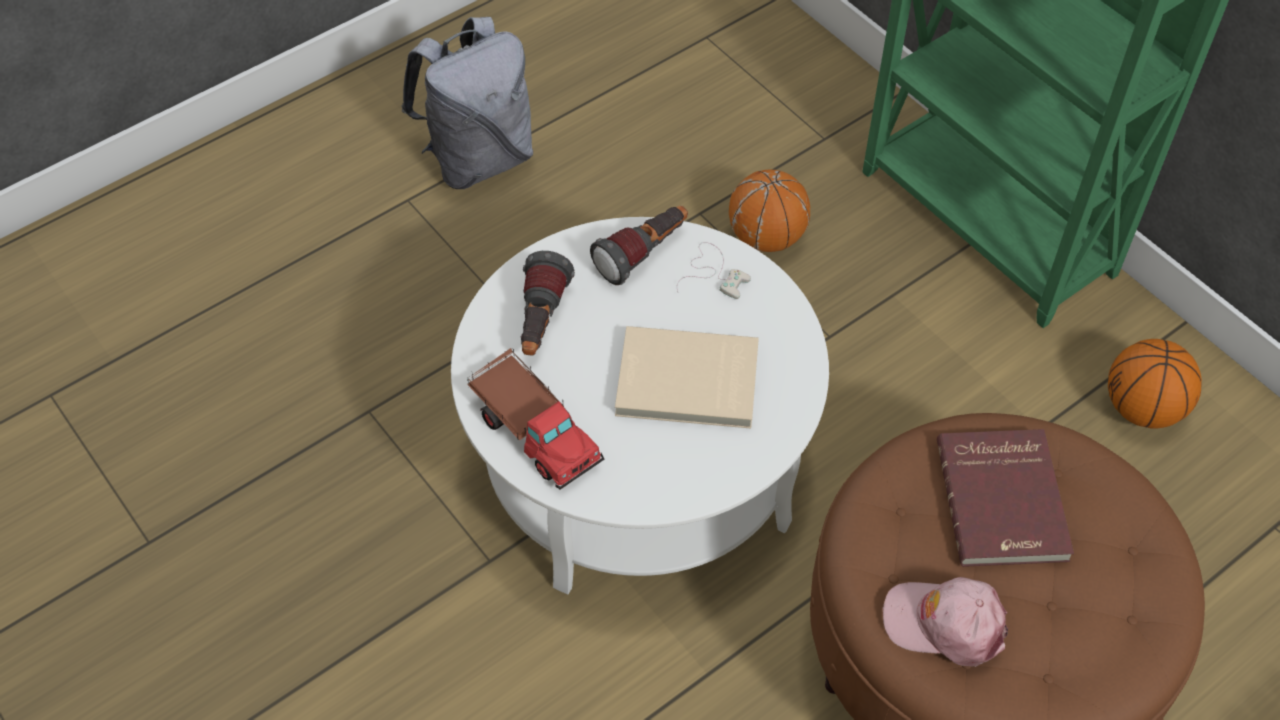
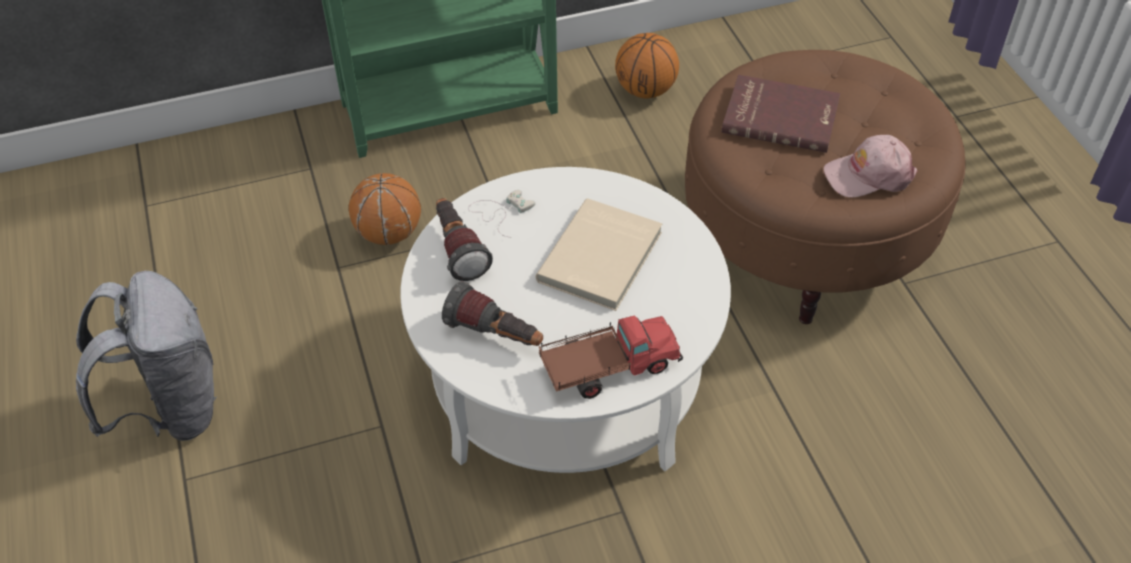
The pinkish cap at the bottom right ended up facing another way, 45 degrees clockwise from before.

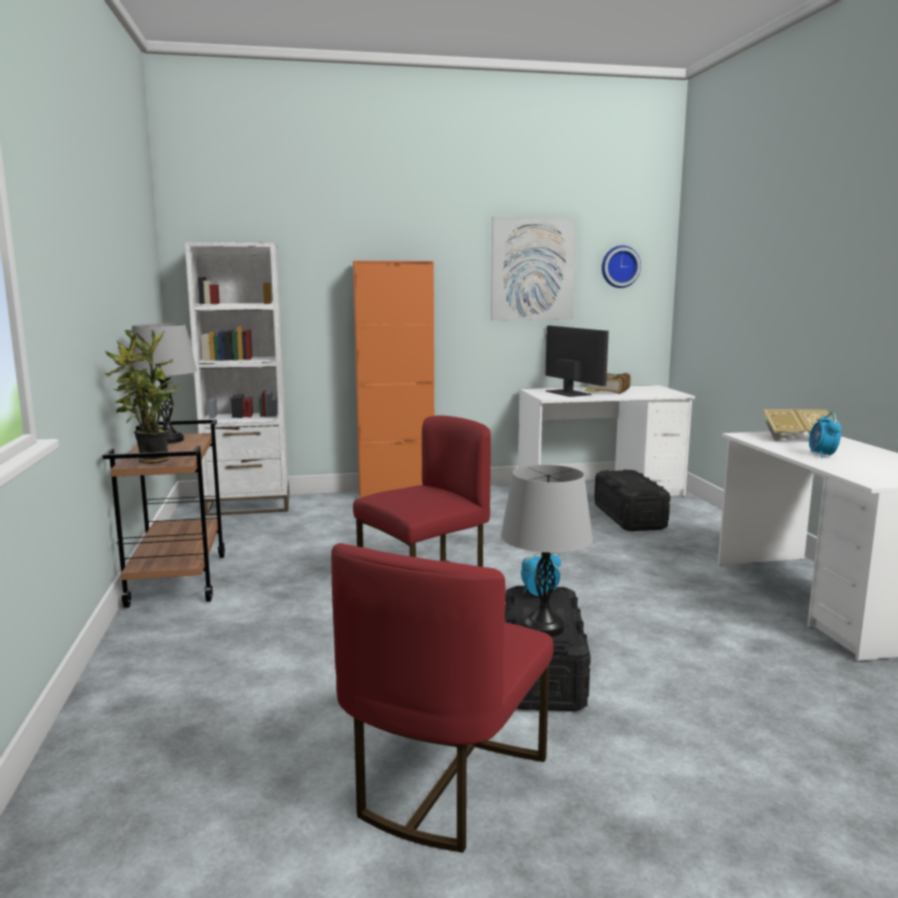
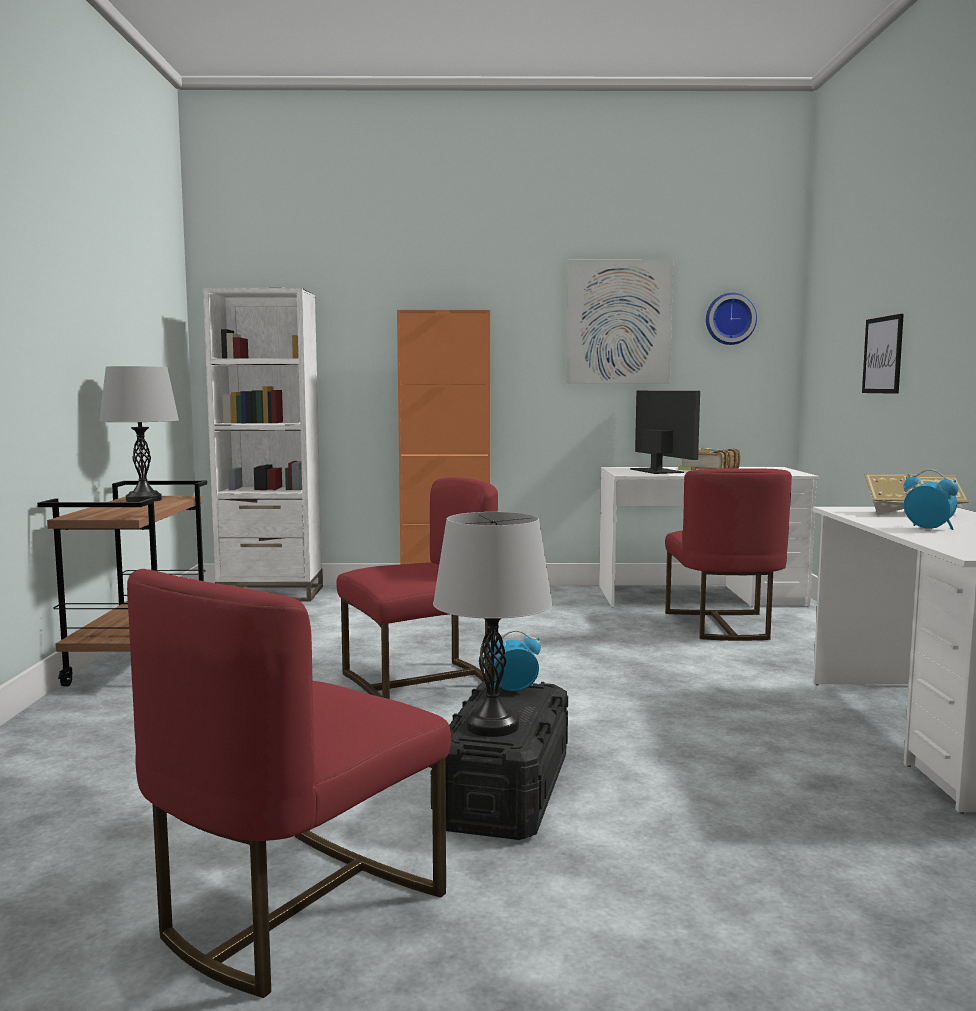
Where the black-coloured storage container (no. 2 from left) stood at the middle right, the red-coloured upright chair (no. 3 from left) came to stand at the middle right. The second view gained the picture (no. 2 from left) at the middle right. The table clock (no. 2 from left) at the middle right ended up facing another way, 120 degrees clockwise from before. The second view lost the plant in a pot at the middle left.

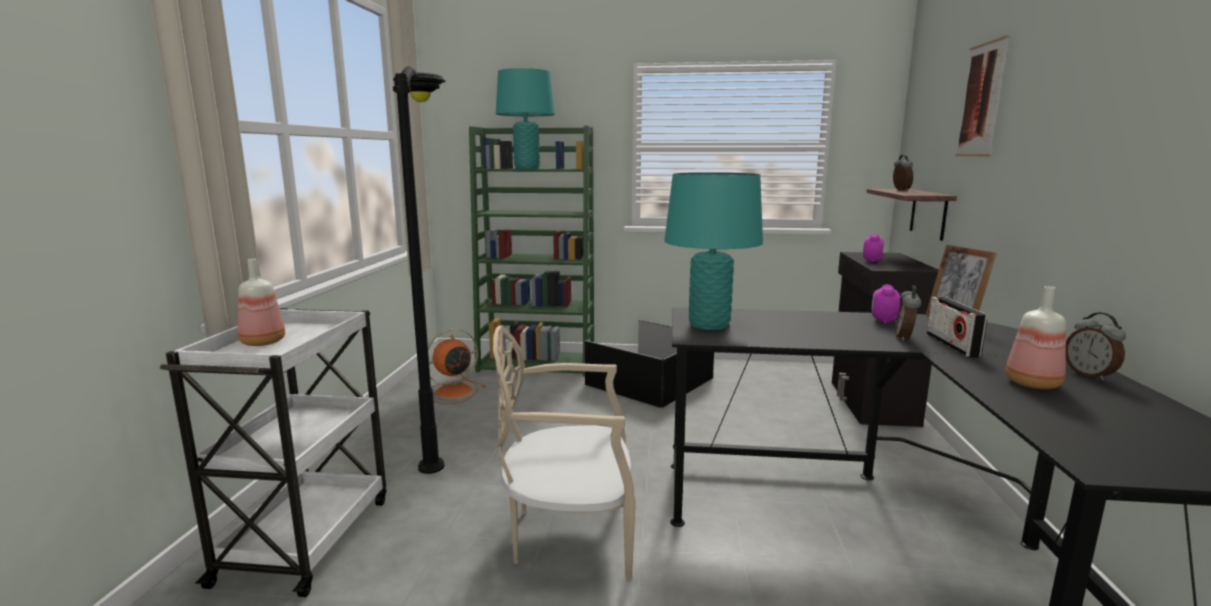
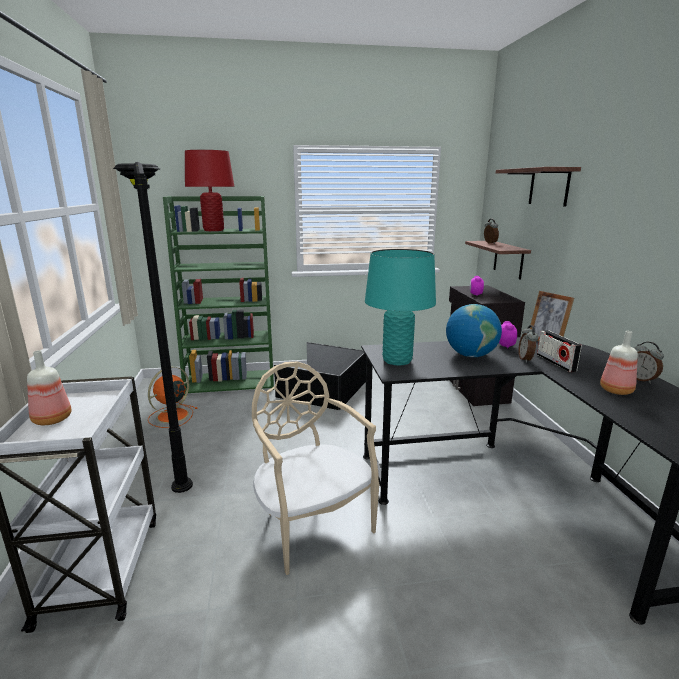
What was the blue-green tabletop lamp (no. 1 from left) at the top centre turned into the red-coloured tabletop lamp at the top left. The beige-coloured upright chair at the bottom centre ended up facing another way, 75 degrees clockwise from before. The second view gained the desk globe at the middle right. Where the picture hung at the top right, the bracket shelf (no. 2 from left) came to hang at the top right.

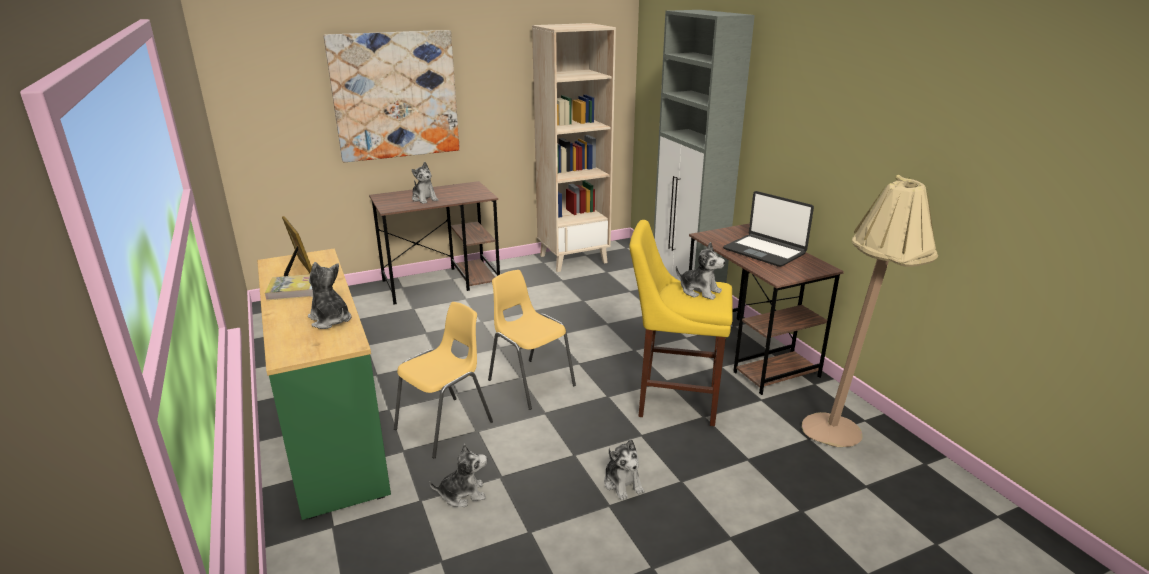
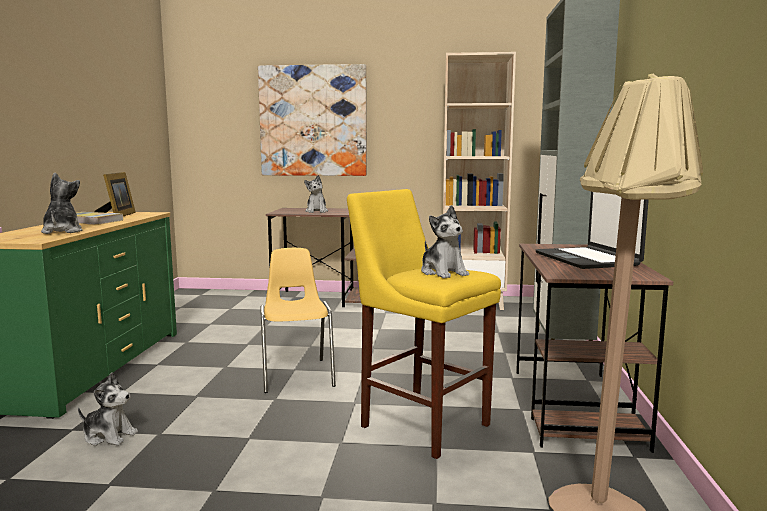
The second view lost the yellow upright chair (no. 1 from left) at the centre. The second view lost the plush toy (no. 4 from left) at the bottom centre.

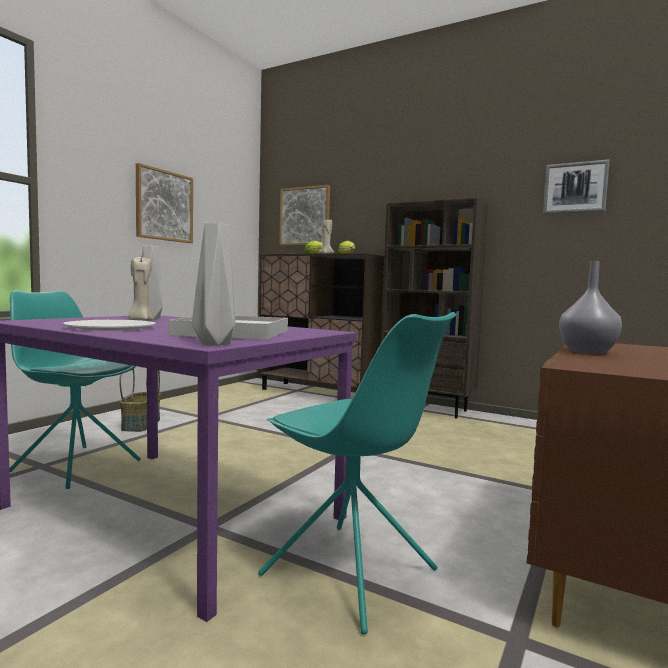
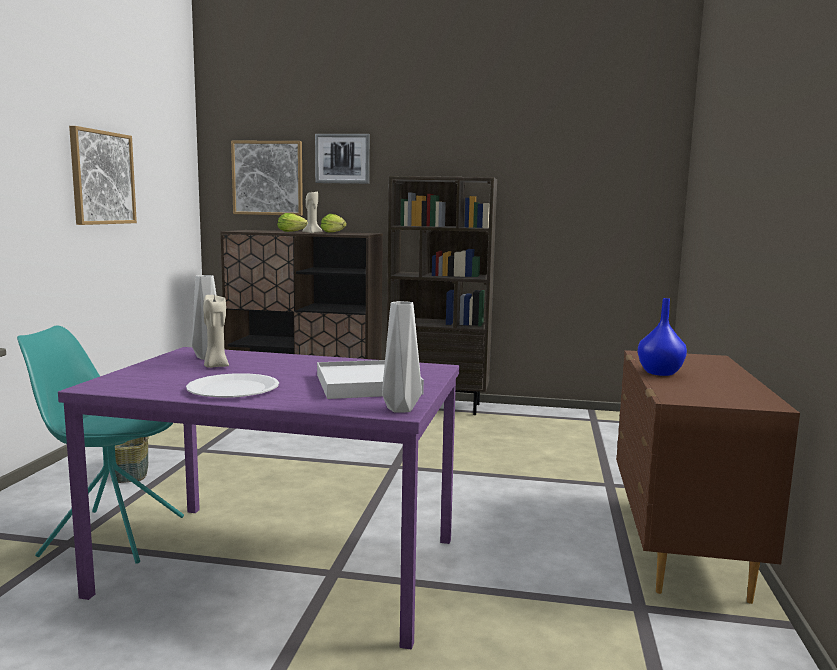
The picture (no. 3 from left) ended up elsewhere, having gone from the top right to the top centre. What was the grey flower vase (no. 3 from left) at the middle right turned into the blue-coloured flower vase at the middle right. The second view lost the blue-green upright chair (no. 2 from left) at the bottom centre.

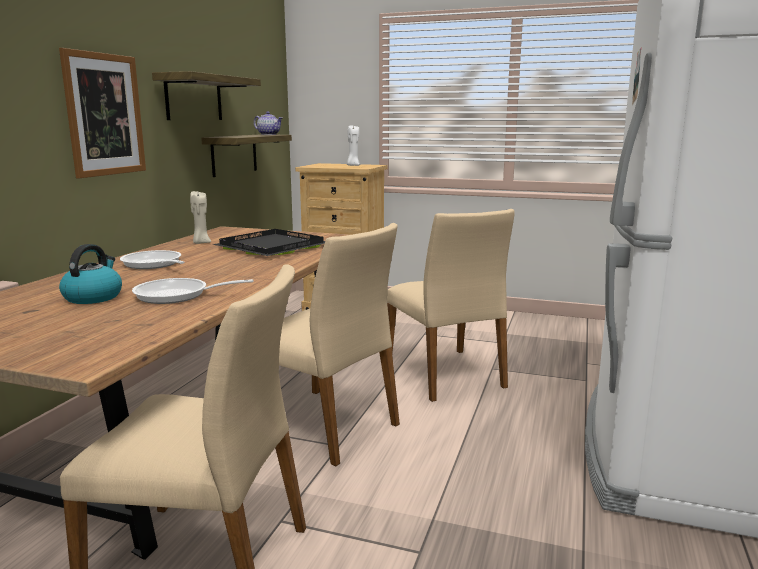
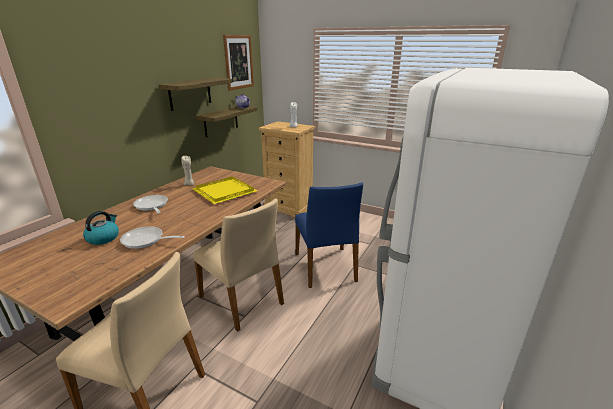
What was the black-coloured carrying tray at the centre turned into the yellow carrying tray at the centre. The picture ended up elsewhere, having gone from the top left to the top centre. What was the beige-coloured upright chair (no. 3 from left) at the centre turned into the blue-coloured upright chair at the centre.

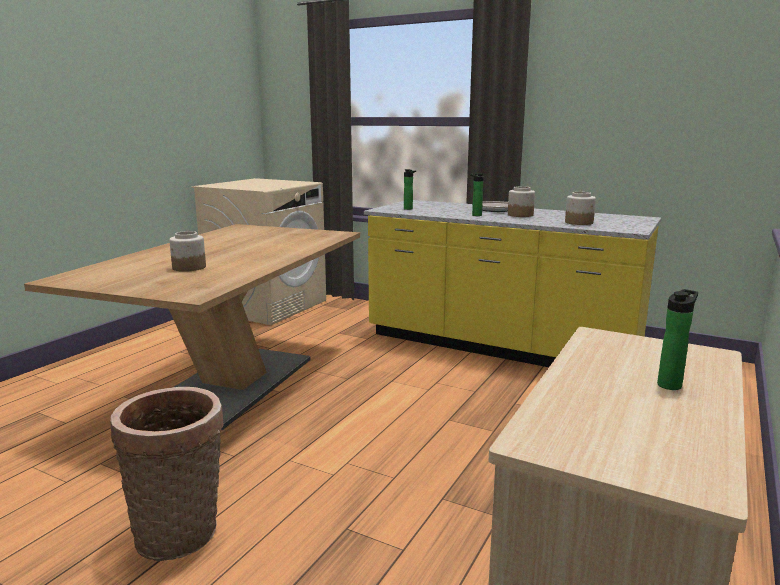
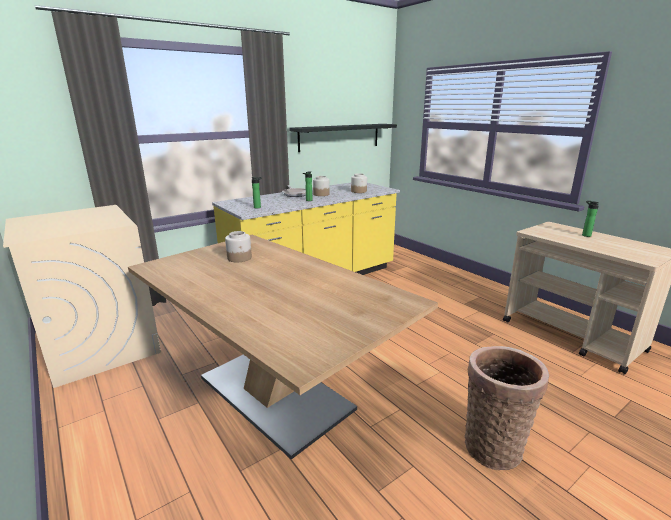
The jar (no. 1 from left) ended up elsewhere, having gone from the middle left to the centre. The second view gained the black-coloured bracket shelf at the top centre.

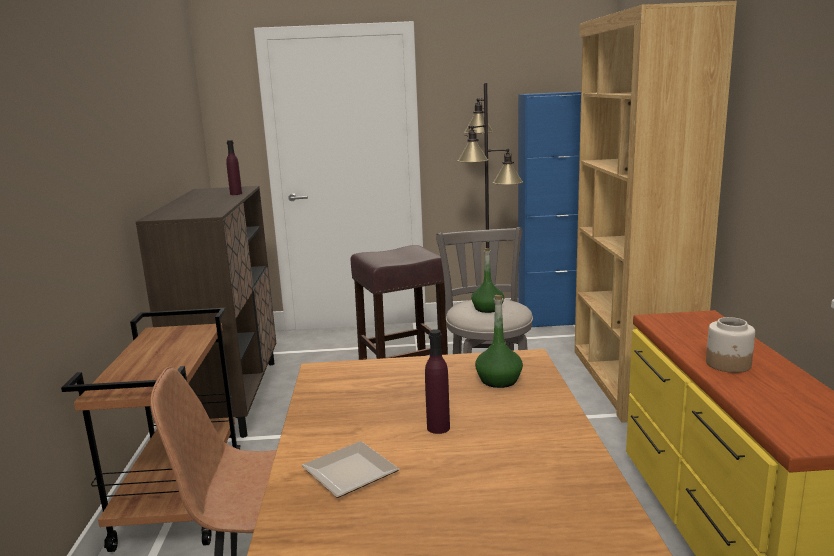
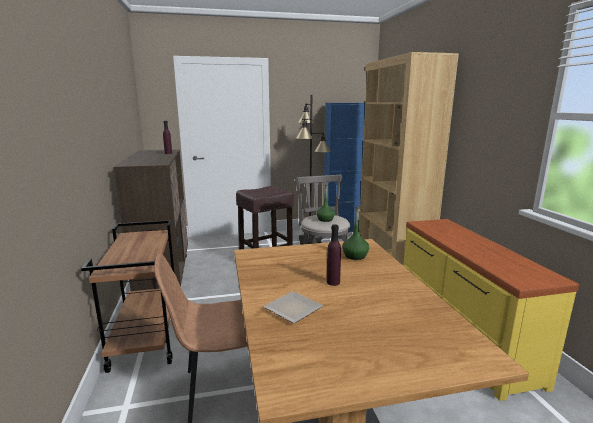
The second view lost the jar at the middle right.

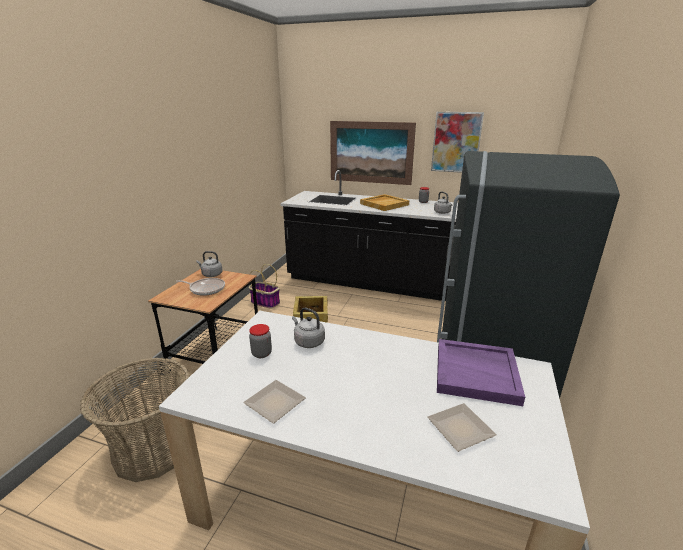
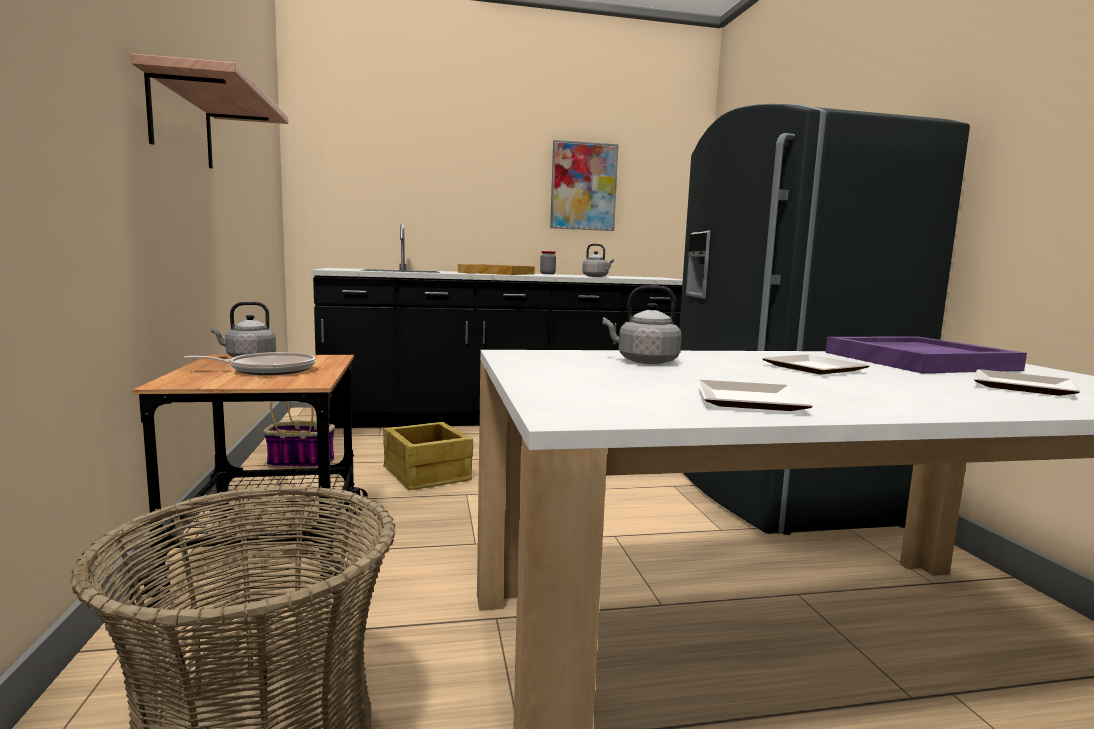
The second view gained the bracket shelf at the top left. The second view gained the dinner plate (no. 2 from left) at the middle right. The second view lost the jar (no. 1 from left) at the centre. The second view lost the picture (no. 1 from left) at the top centre.

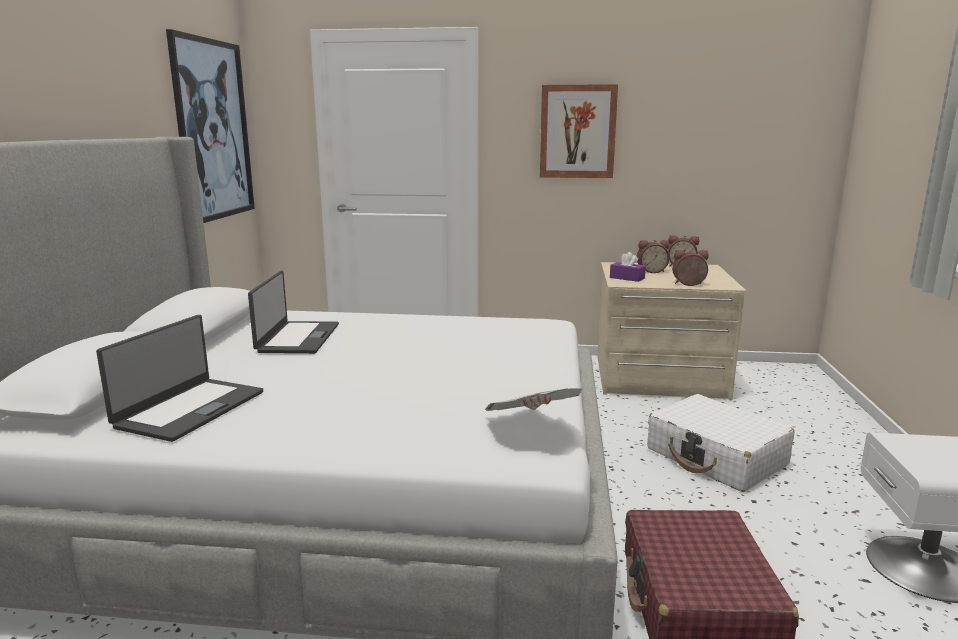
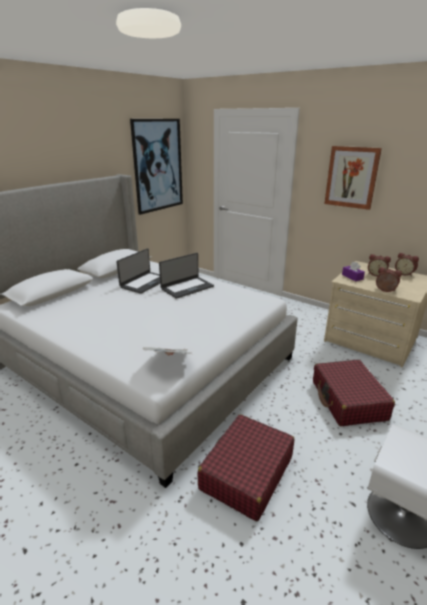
The notebook computer (no. 1 from left in the first image) ended up elsewhere, having gone from the middle left to the centre. What was the white-coloured travel case at the bottom right turned into the red-coloured travel case (no. 2 from left) at the middle right.

